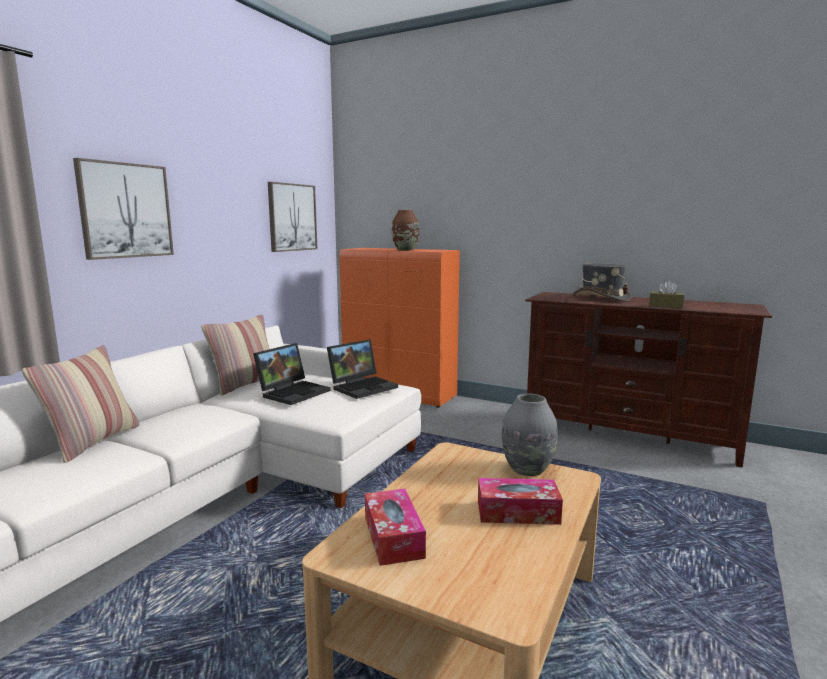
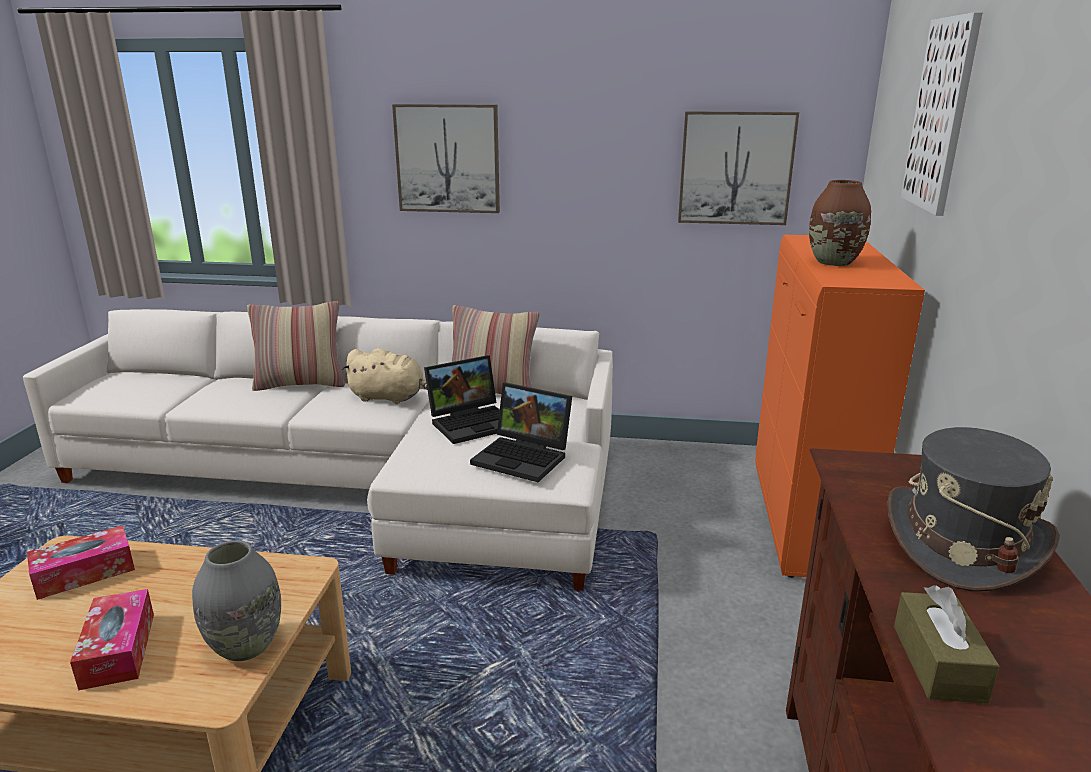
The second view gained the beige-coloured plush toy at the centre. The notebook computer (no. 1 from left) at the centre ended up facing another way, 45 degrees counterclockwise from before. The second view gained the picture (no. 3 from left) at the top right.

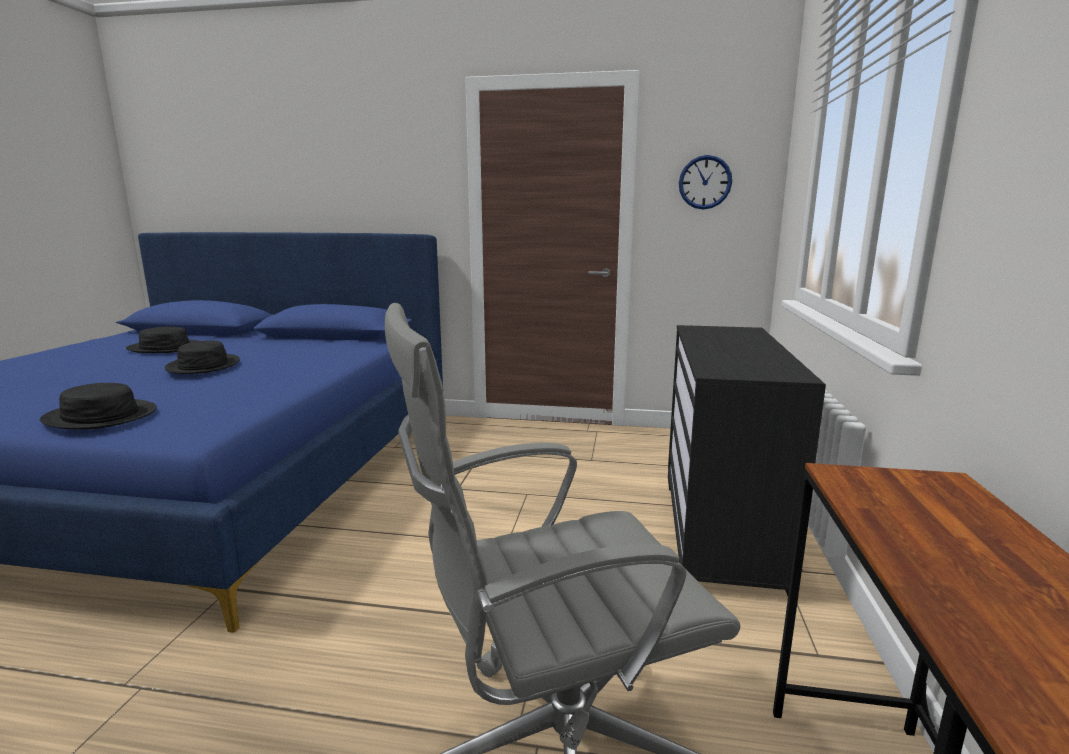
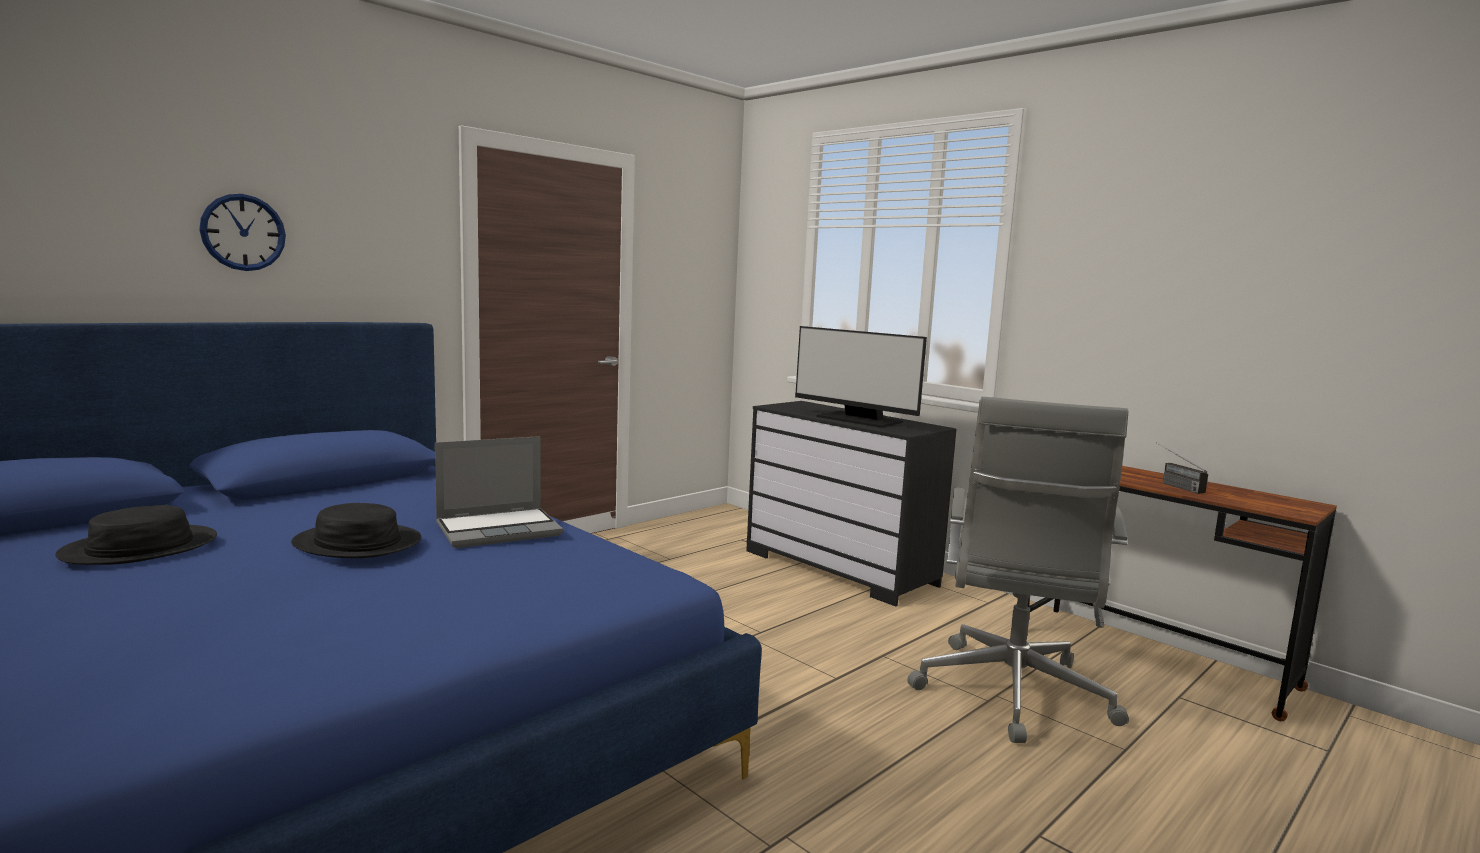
The clock on the wall ended up elsewhere, having gone from the top centre to the top left. The second view gained the notebook computer at the centre. The second view gained the computer screen at the centre. The second view gained the radio at the middle right. The second view lost the black-coloured wearable hat (no. 1 from left) at the middle left.

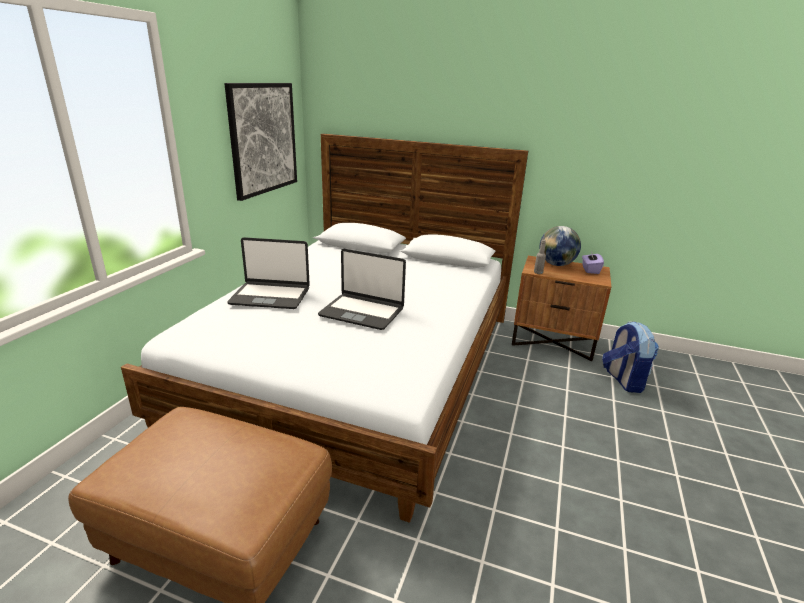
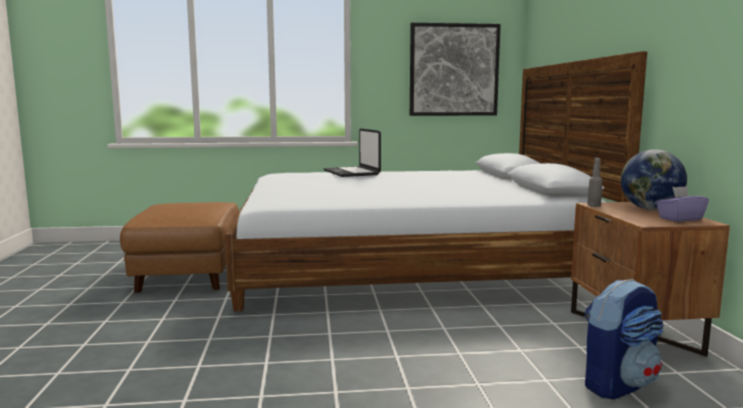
The second view lost the notebook computer (no. 2 from left) at the centre.

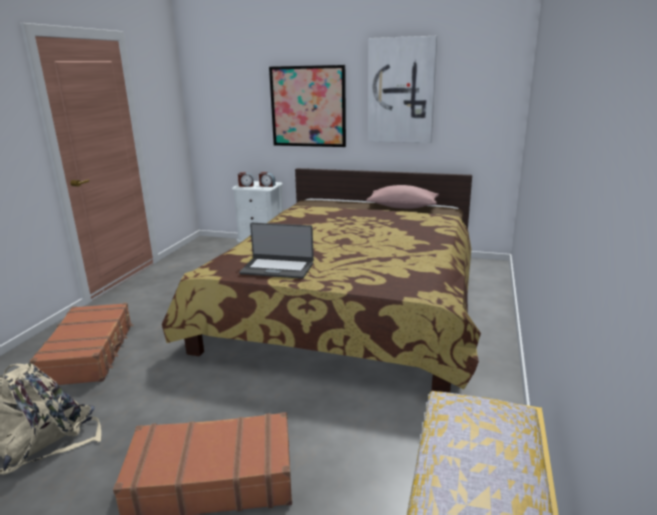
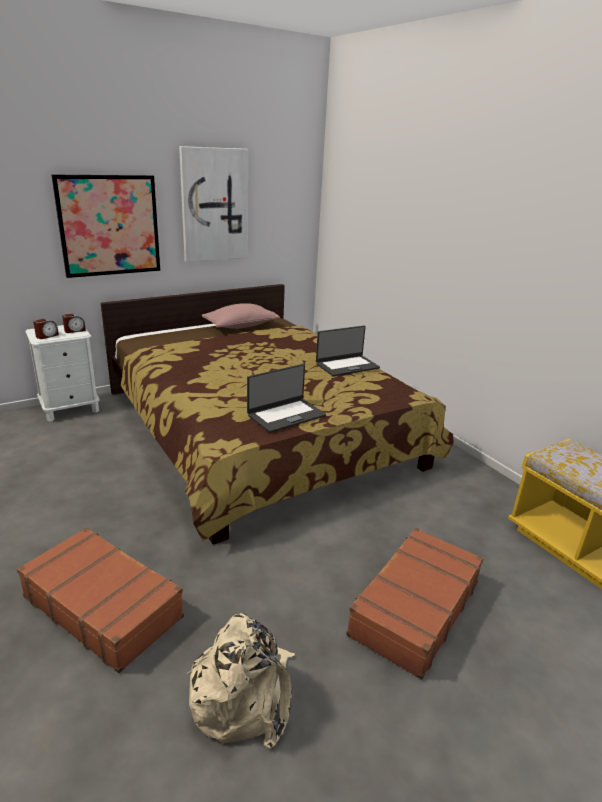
The second view gained the notebook computer (no. 2 from left) at the centre.

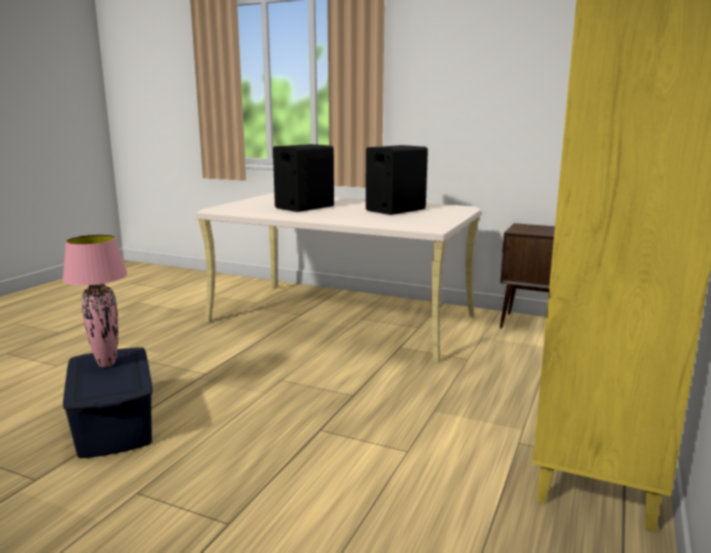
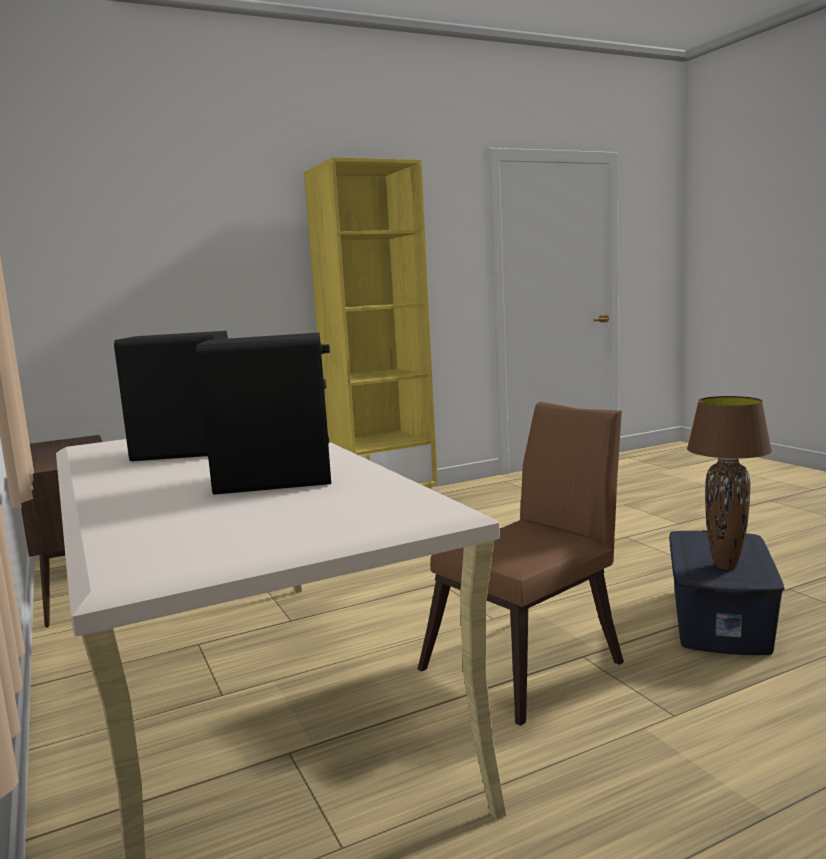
The second view gained the brown-coloured upright chair at the centre. What was the pinkish tabletop lamp at the middle left turned into the brown-coloured tabletop lamp at the middle right.

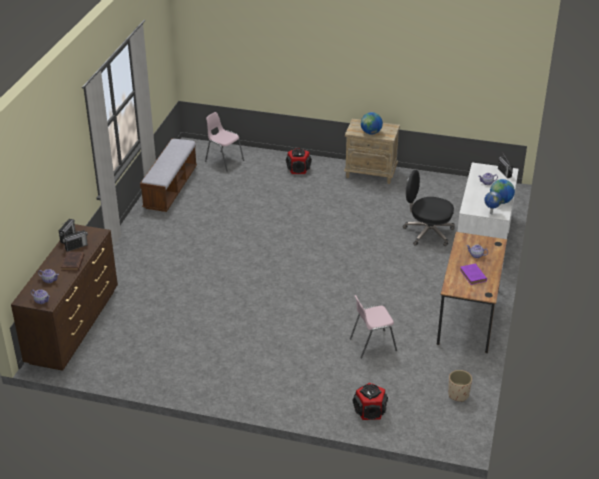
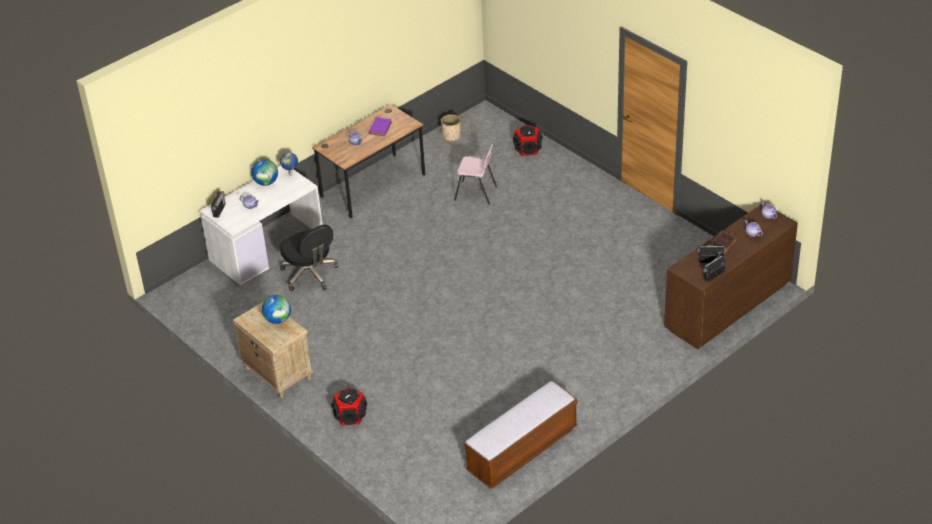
The second view lost the pinkish upright chair (no. 1 from left) at the top centre.

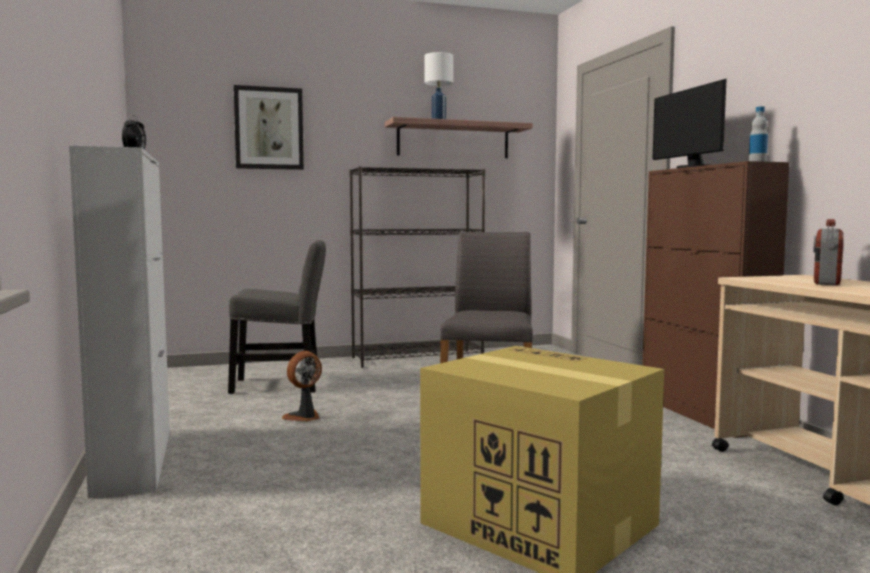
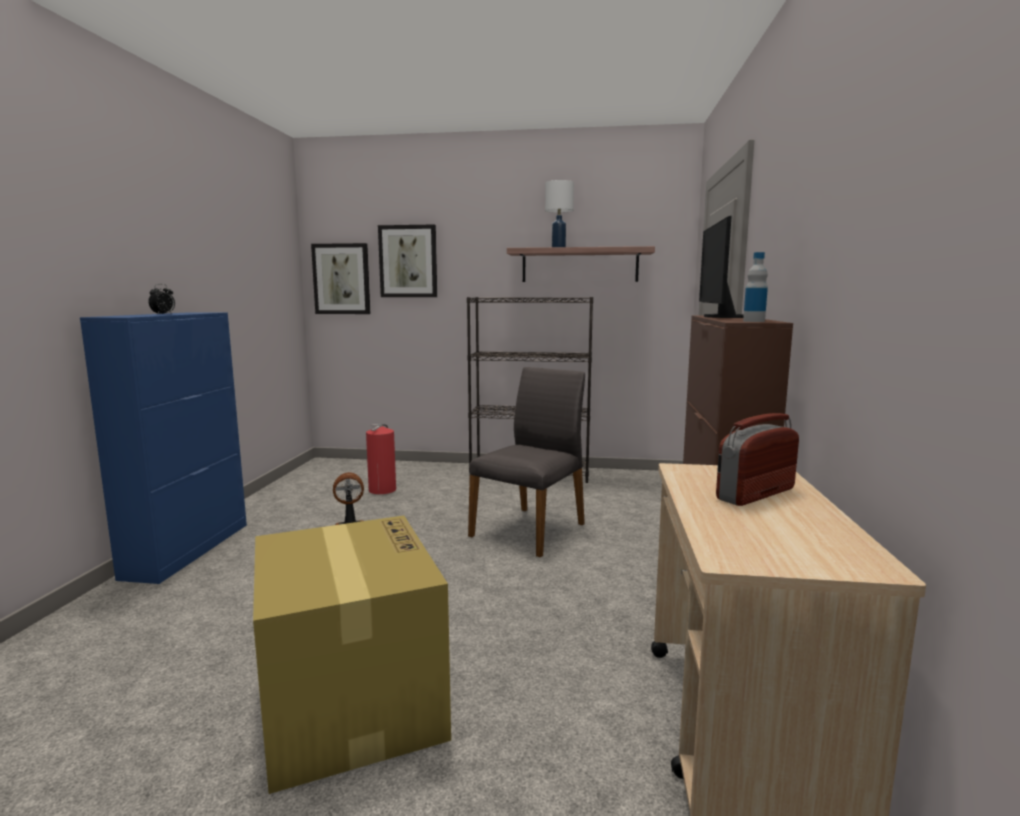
What was the white-coloured cupboard at the middle left turned into the blue-coloured cupboard at the middle left. The second view gained the picture (no. 1 from left) at the centre. Where the grey upright chair (no. 1 from left) stood at the middle left, the extinguisher came to stand at the centre.

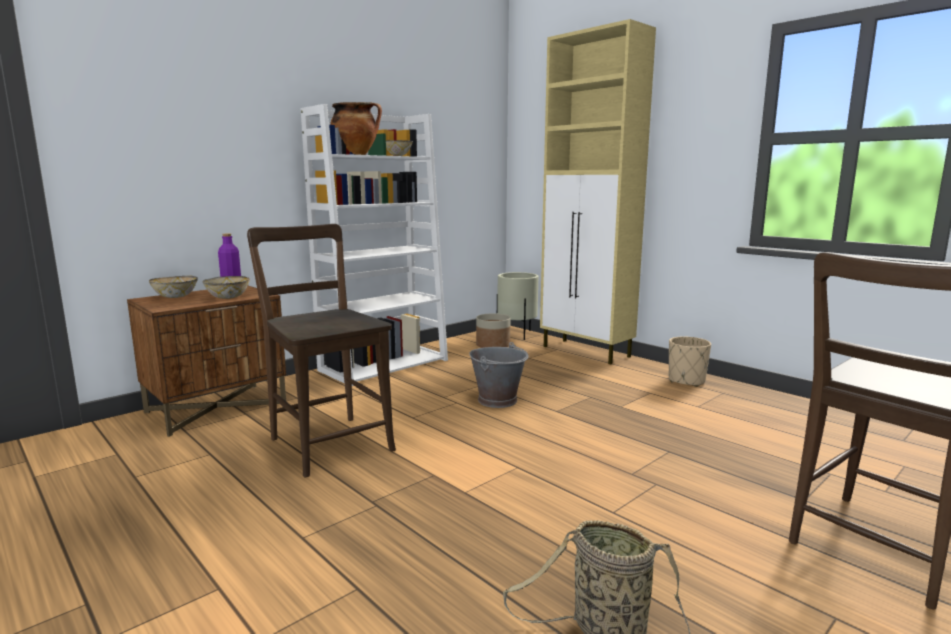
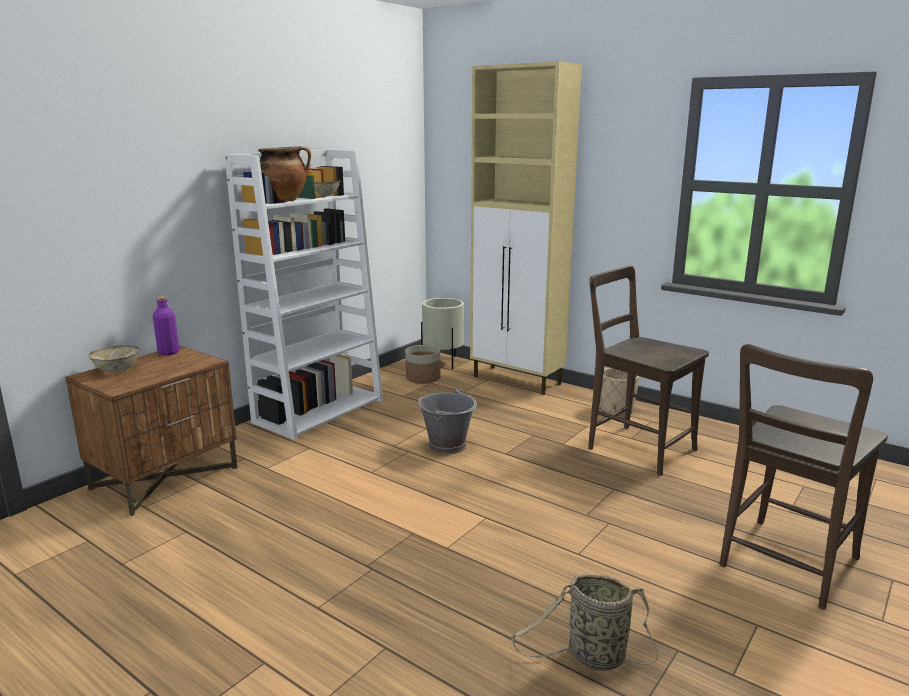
The brown-coloured upright chair (no. 1 from left) ended up elsewhere, having gone from the centre to the middle right. The second view lost the deep dish (no. 2 from left) at the middle left.

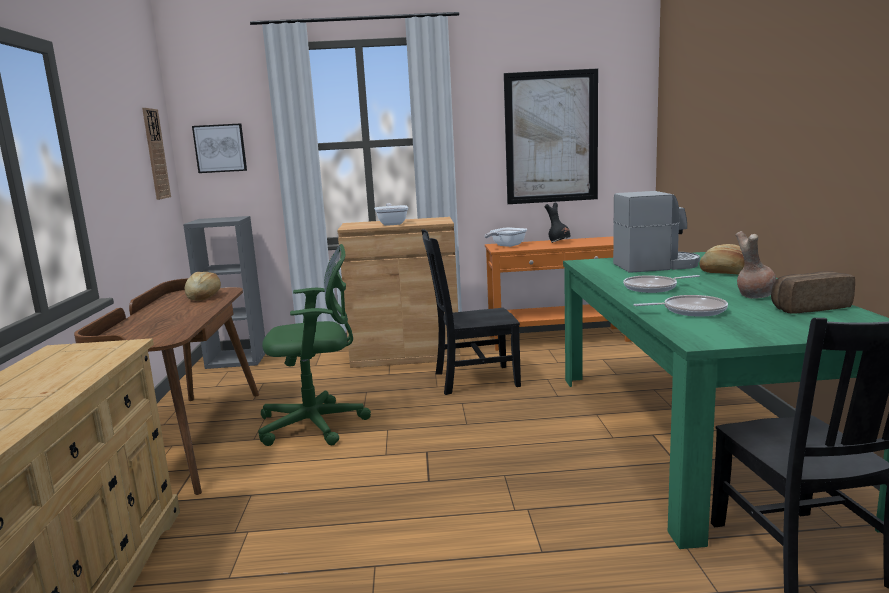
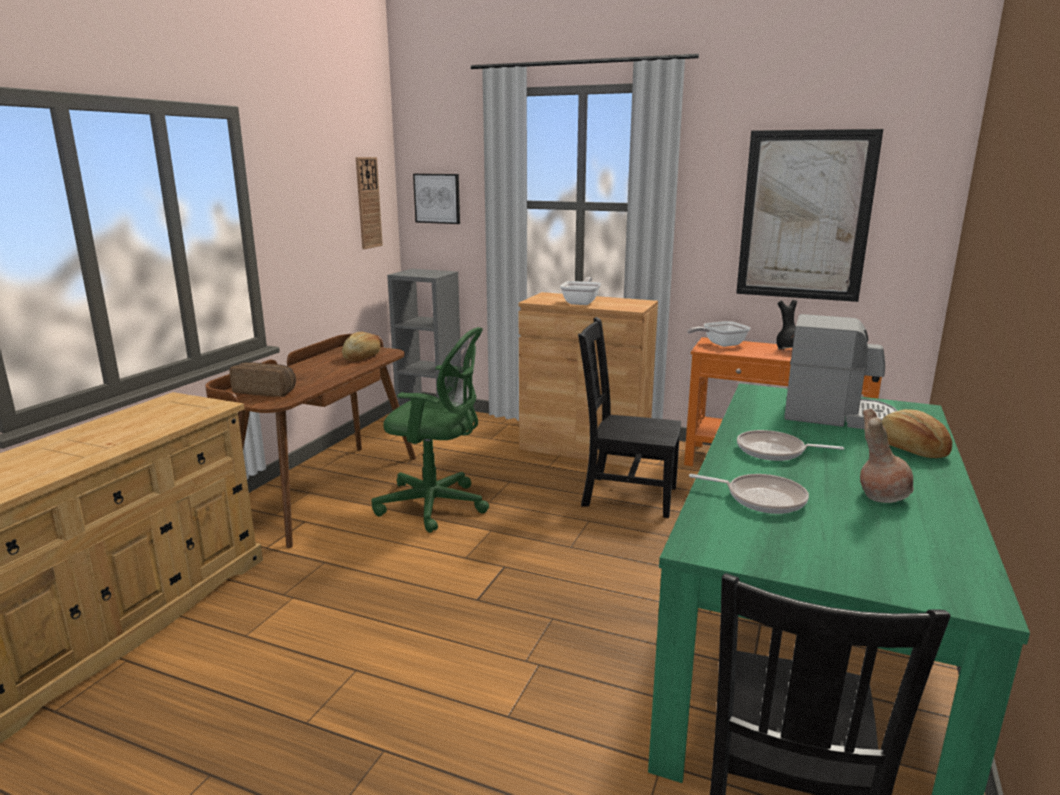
The bakery bread (no. 3 from left in the first image) ended up elsewhere, having gone from the middle right to the middle left.

